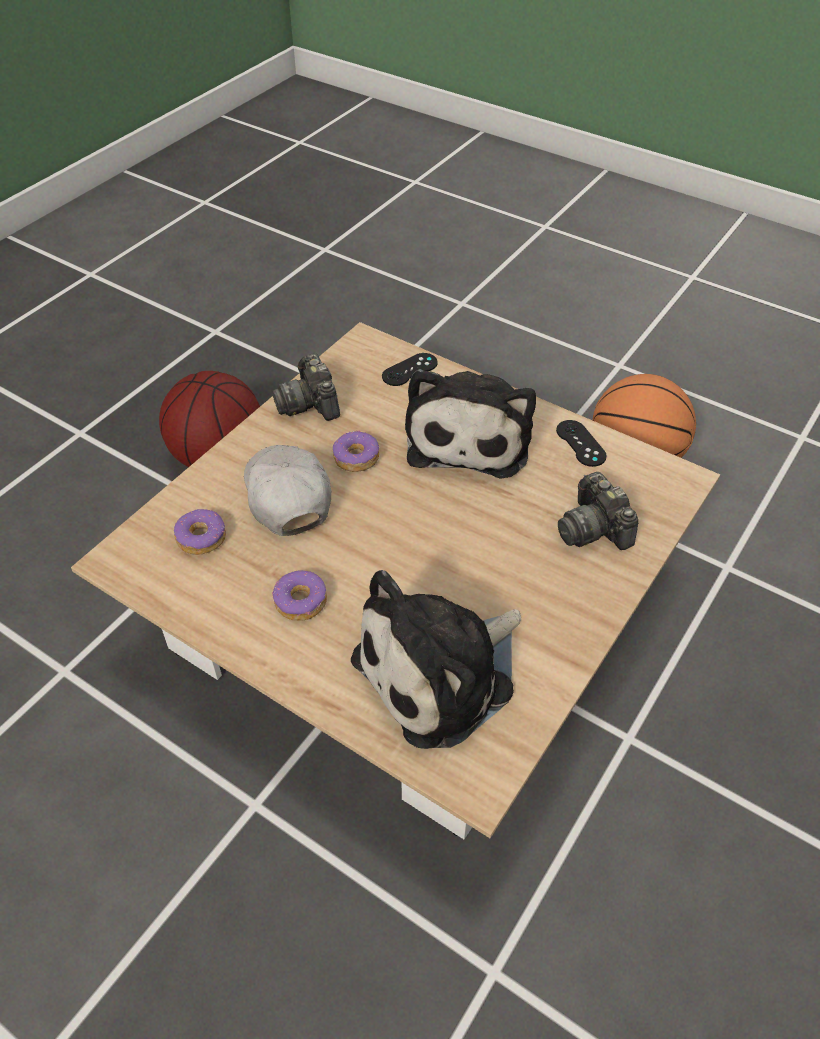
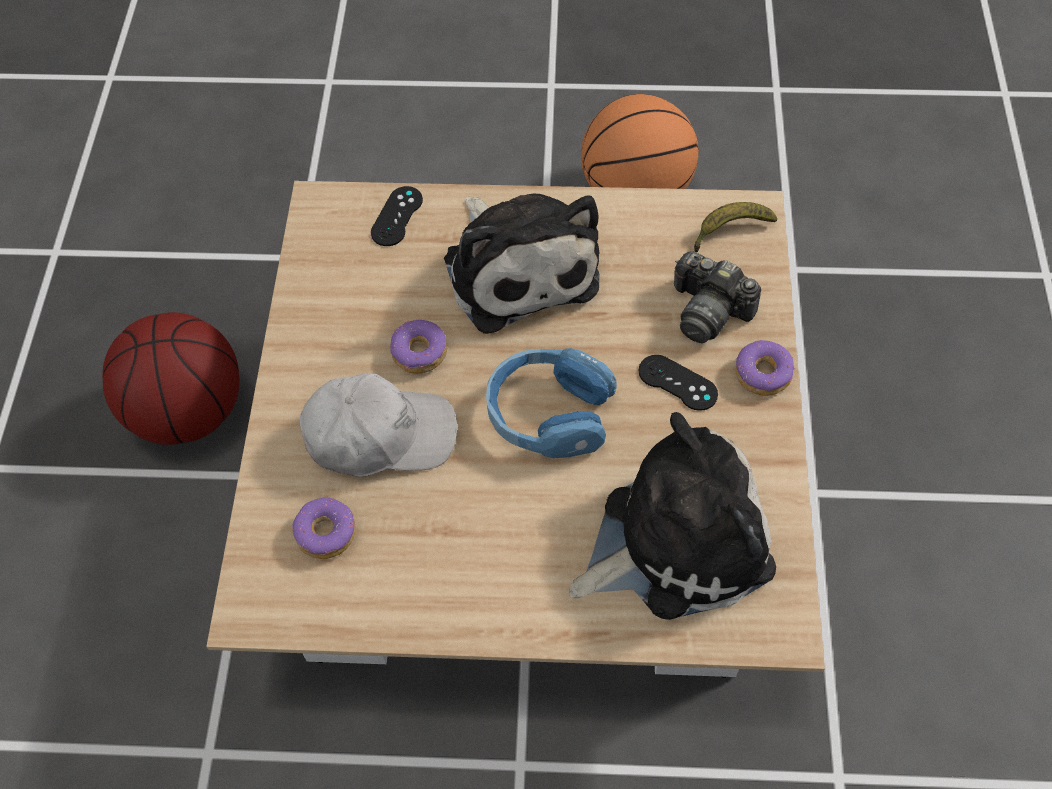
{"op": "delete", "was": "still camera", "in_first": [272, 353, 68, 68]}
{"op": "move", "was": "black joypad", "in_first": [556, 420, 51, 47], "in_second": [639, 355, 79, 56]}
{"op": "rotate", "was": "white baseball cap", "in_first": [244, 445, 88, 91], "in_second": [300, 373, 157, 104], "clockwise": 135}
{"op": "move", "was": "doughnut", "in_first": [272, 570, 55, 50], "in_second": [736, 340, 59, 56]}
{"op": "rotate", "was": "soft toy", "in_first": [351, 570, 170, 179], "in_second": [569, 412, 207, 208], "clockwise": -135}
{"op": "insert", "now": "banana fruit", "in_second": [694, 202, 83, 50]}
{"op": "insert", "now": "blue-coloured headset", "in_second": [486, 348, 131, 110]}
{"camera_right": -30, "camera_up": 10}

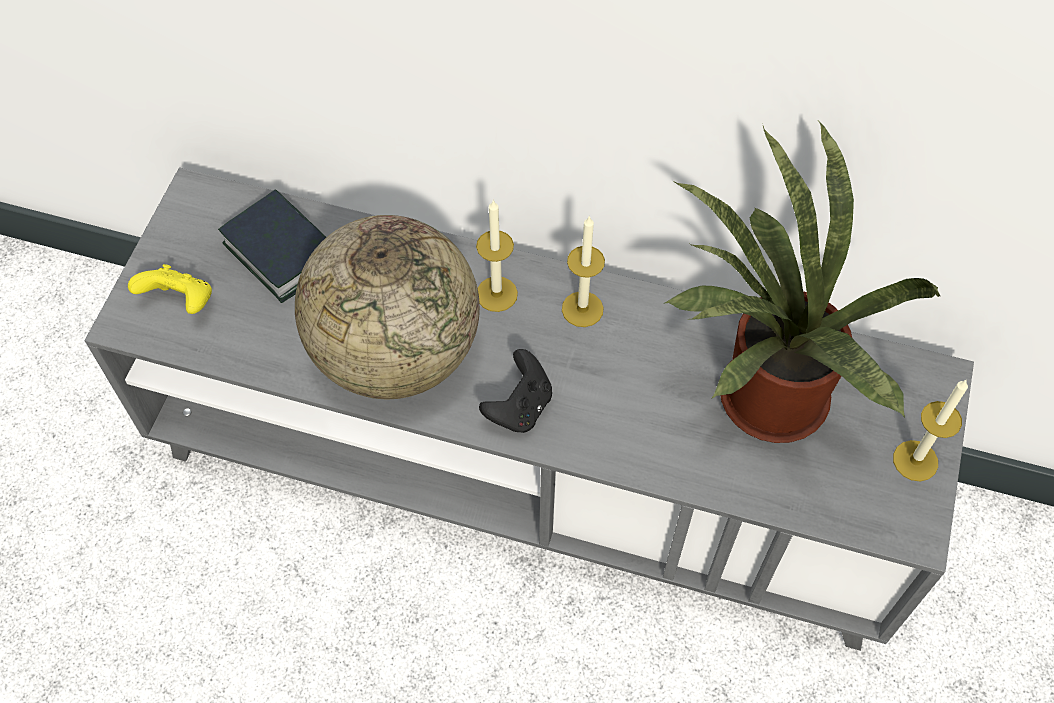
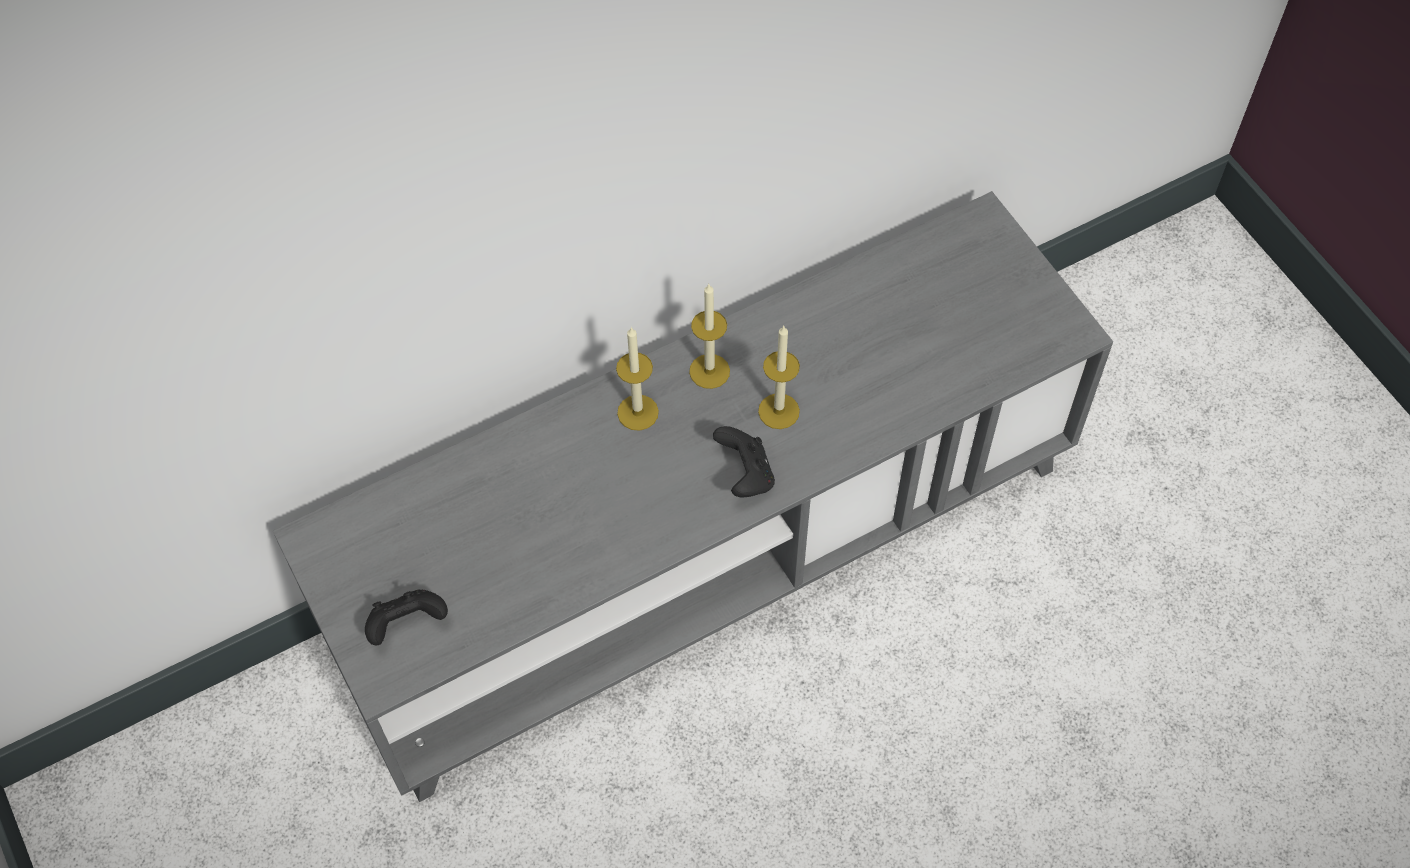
{"op": "delete", "was": "plant in a pot", "in_first": [664, 122, 276, 321]}
{"op": "delete", "was": "book", "in_first": [218, 189, 108, 114]}
{"op": "delete", "was": "globe", "in_first": [295, 215, 185, 184]}
{"op": "recolor", "was": "yellowish joypad", "now": "black joypad", "in_first": [128, 264, 84, 50], "in_second": [365, 590, 83, 55]}
{"op": "move", "was": "wax candle", "in_first": [893, 379, 75, 102], "in_second": [758, 326, 42, 103]}
{"camera_right": -45, "camera_up": 0}

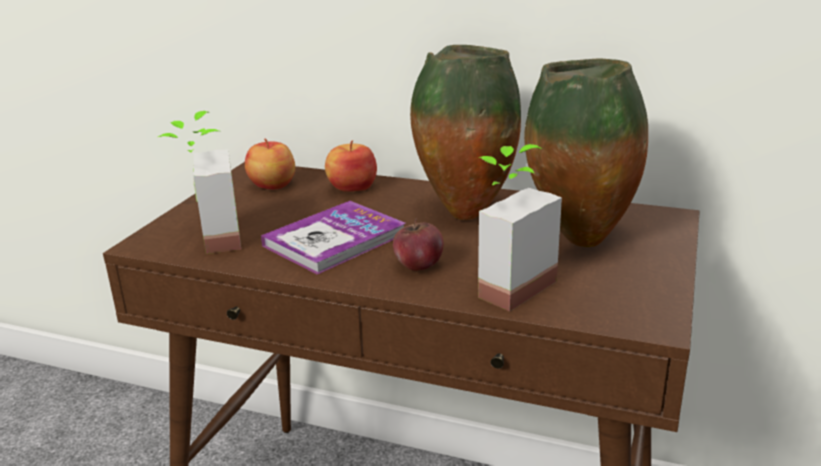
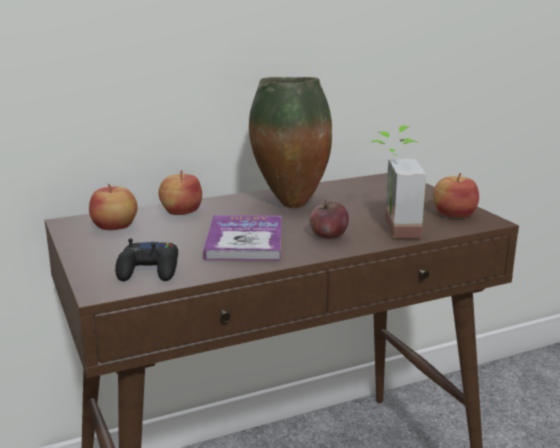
{"op": "delete", "was": "flower vase", "in_first": [524, 59, 124, 188]}
{"op": "replace", "was": "plant in a pot", "now": "black joypad", "in_first": [158, 111, 83, 143], "in_second": [115, 239, 63, 42]}
{"op": "insert", "now": "apple", "in_second": [433, 173, 46, 44]}
{"camera_right": -45, "camera_up": -5}

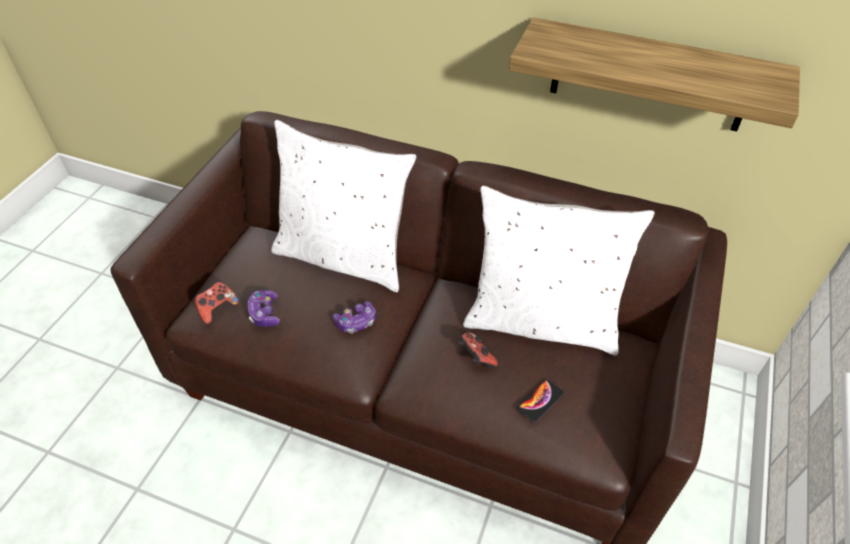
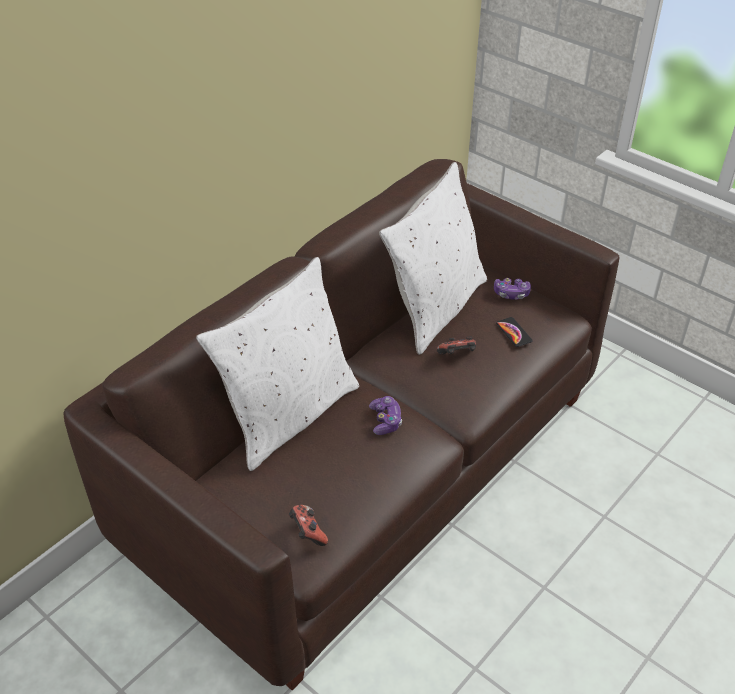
{"op": "delete", "was": "shelf", "in_first": [509, 17, 291, 114]}
{"op": "move", "was": "joypad", "in_first": [248, 290, 32, 37], "in_second": [494, 278, 37, 21]}
{"camera_right": -70, "camera_up": -5}

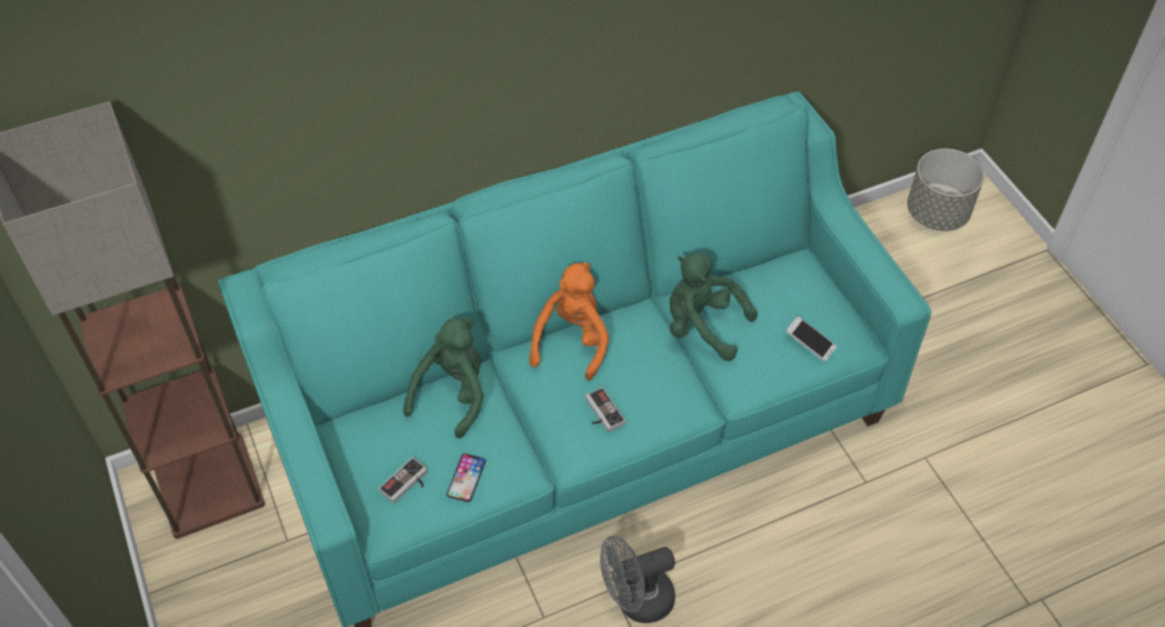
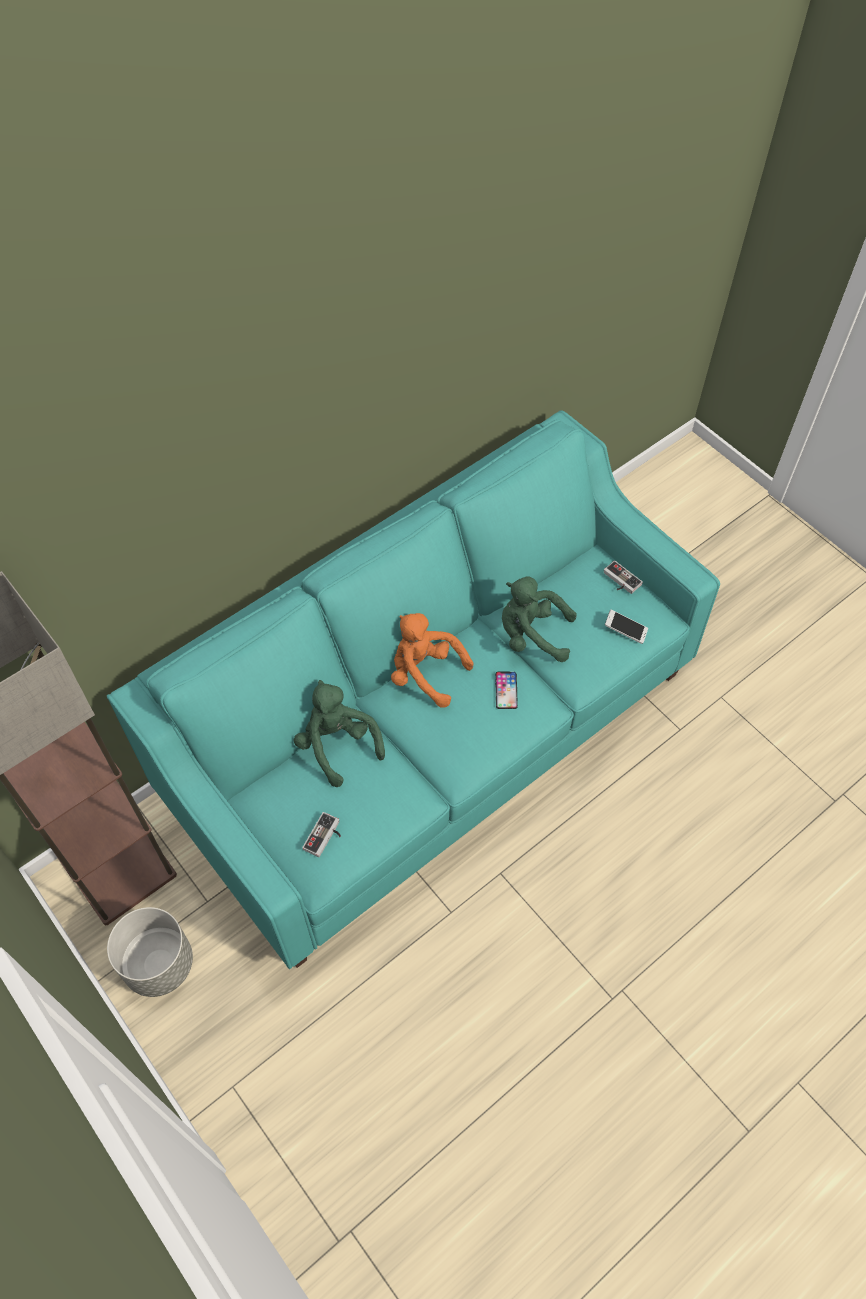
{"op": "move", "was": "gray flower pot", "in_first": [907, 148, 77, 83], "in_second": [107, 907, 86, 90]}
{"op": "rotate", "was": "orangey soft toy", "in_first": [529, 262, 80, 118], "in_second": [391, 613, 82, 95], "clockwise": -60}
{"op": "rotate", "was": "green soft toy", "in_first": [403, 318, 81, 120], "in_second": [294, 680, 91, 107], "clockwise": -45}
{"op": "move", "was": "joypad", "in_first": [585, 387, 41, 45], "in_second": [604, 560, 39, 34]}
{"op": "move", "was": "telephone", "in_first": [446, 453, 40, 49], "in_second": [495, 672, 23, 37]}
{"op": "delete", "was": "gray fan", "in_first": [600, 536, 75, 87]}
{"camera_right": -15, "camera_up": 5}

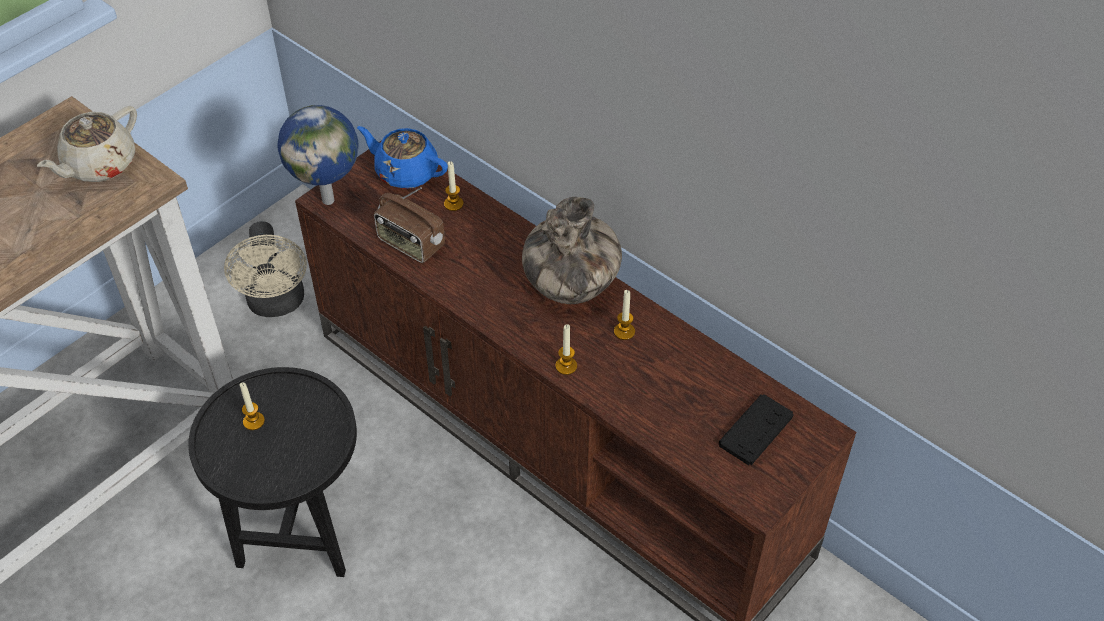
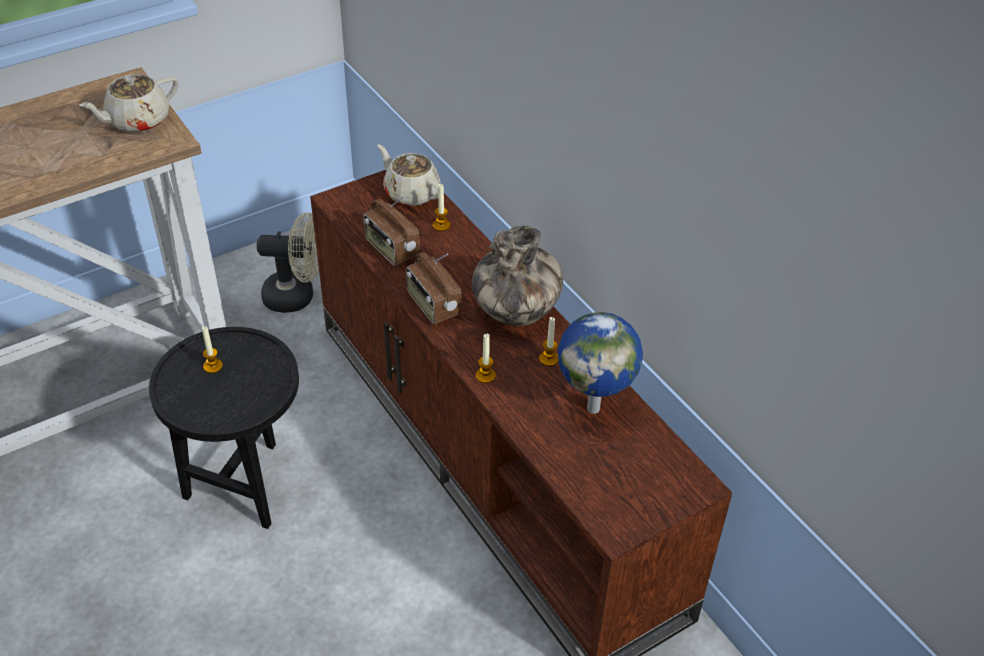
{"op": "move", "was": "globe", "in_first": [277, 105, 81, 100], "in_second": [558, 312, 85, 102]}
{"op": "recolor", "was": "blue-coloured pot for tea", "now": "sand-coloured pot for tea", "in_first": [357, 126, 91, 63], "in_second": [377, 145, 64, 61]}
{"op": "rotate", "was": "sand-coloured fan", "in_first": [224, 221, 83, 96], "in_second": [257, 212, 62, 101], "clockwise": -90}
{"op": "delete", "was": "black joypad", "in_first": [719, 394, 75, 71]}
{"op": "insert", "now": "radio receiver", "in_second": [406, 252, 56, 72]}
{"camera_right": 15, "camera_up": -5}

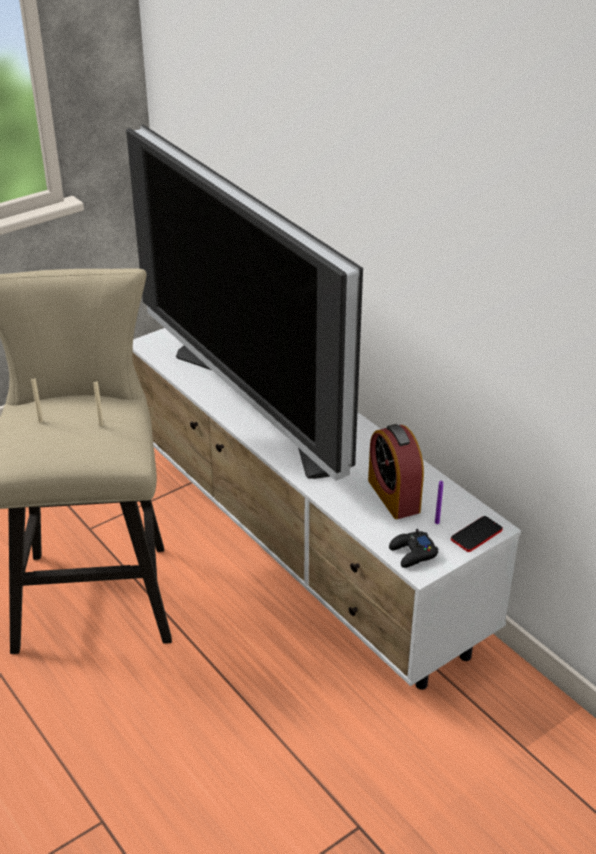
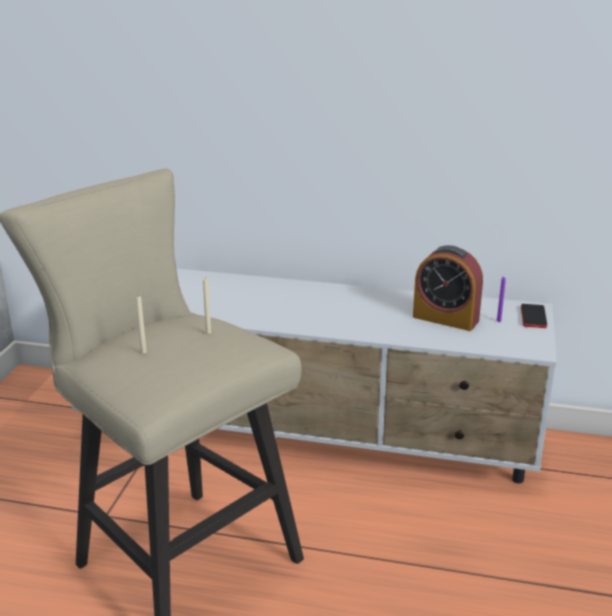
{"op": "delete", "was": "television", "in_first": [126, 125, 237, 356]}
{"op": "delete", "was": "black joypad", "in_first": [389, 529, 49, 39]}
{"camera_right": -40, "camera_up": -10}

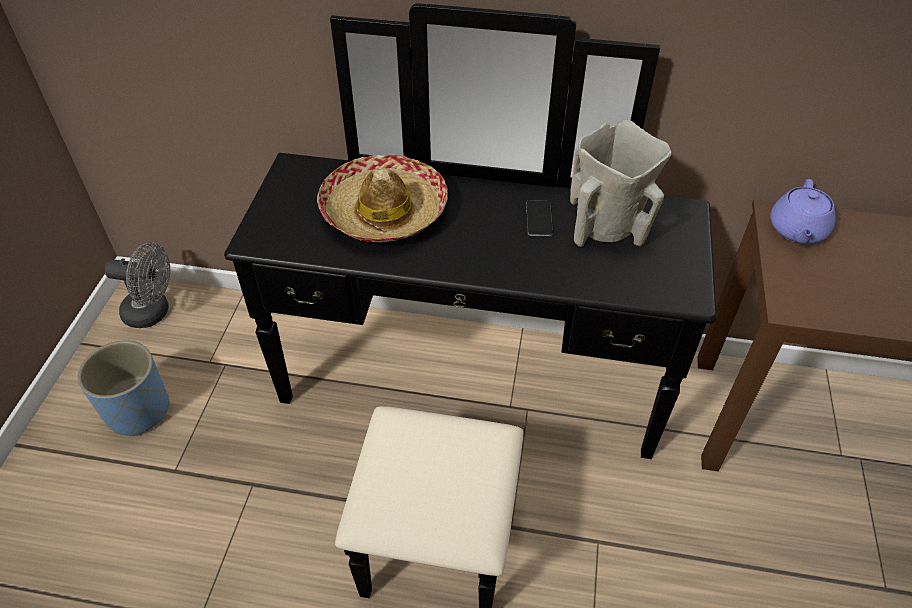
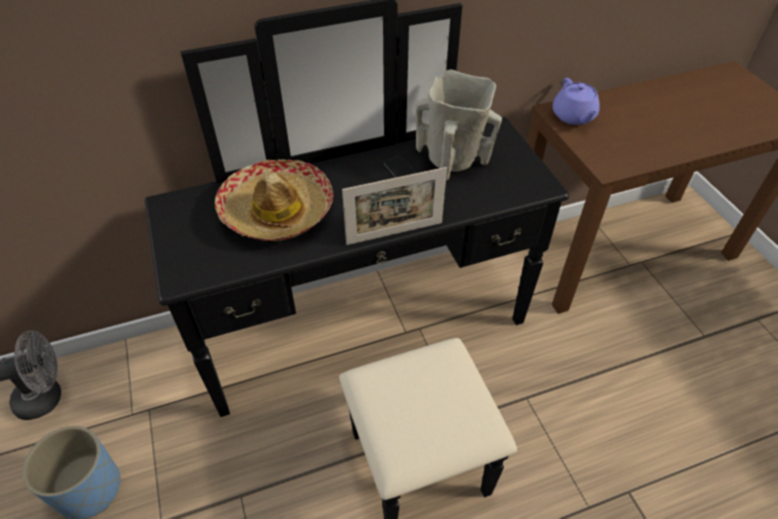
{"op": "insert", "now": "picture frame", "in_second": [342, 167, 105, 78]}
{"camera_right": -30, "camera_up": 0}

